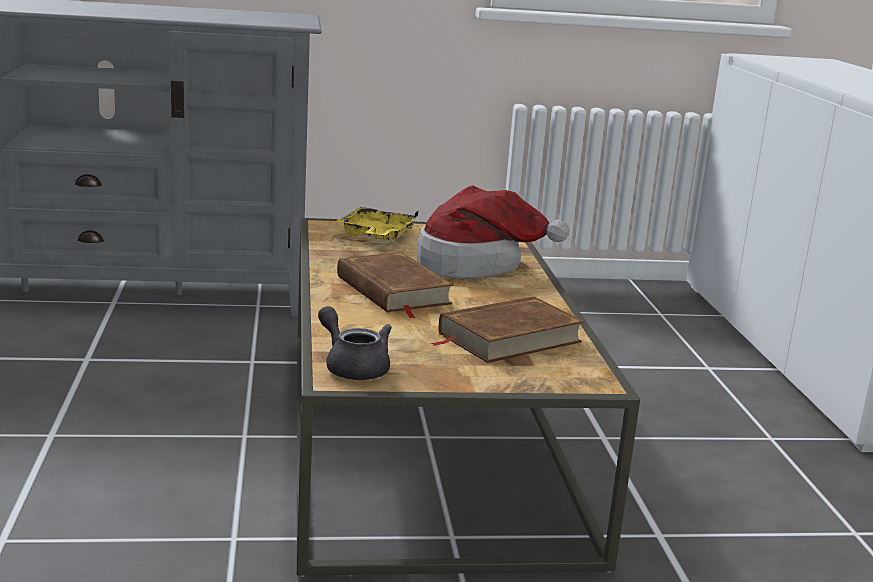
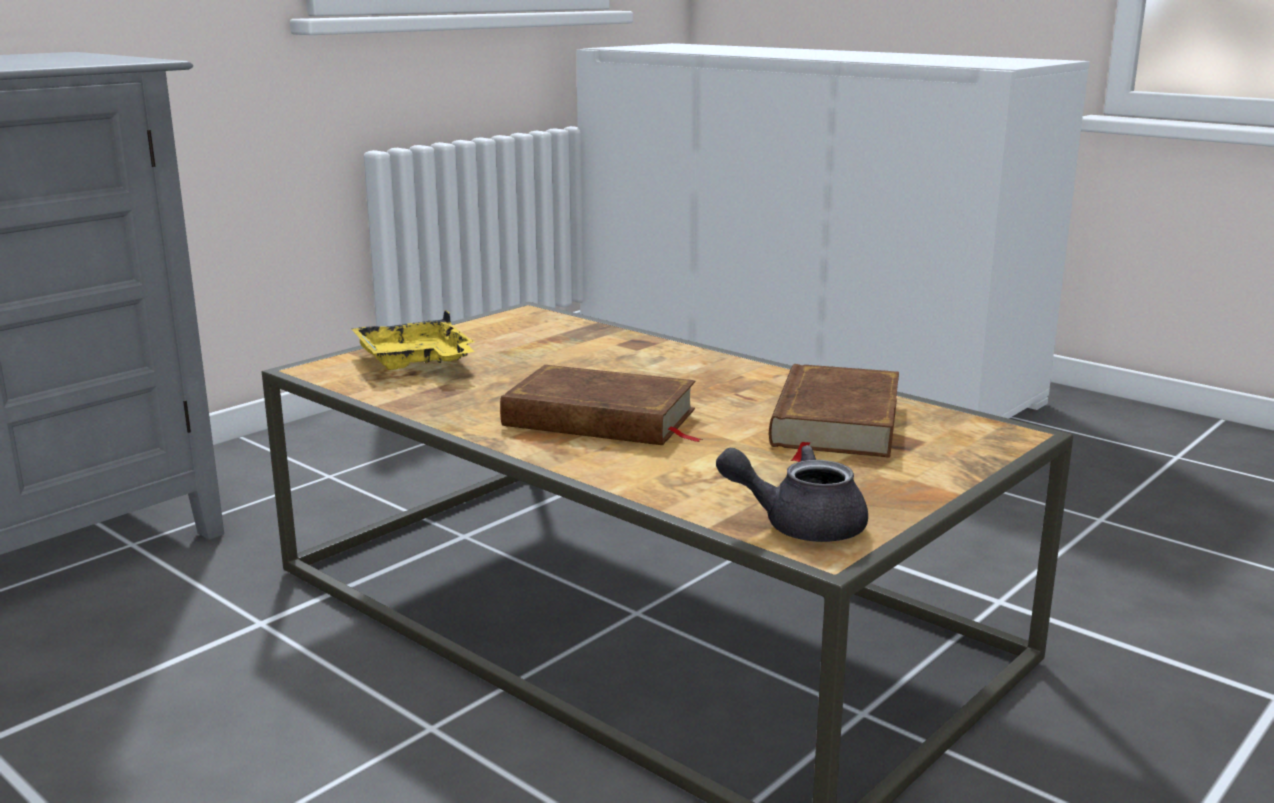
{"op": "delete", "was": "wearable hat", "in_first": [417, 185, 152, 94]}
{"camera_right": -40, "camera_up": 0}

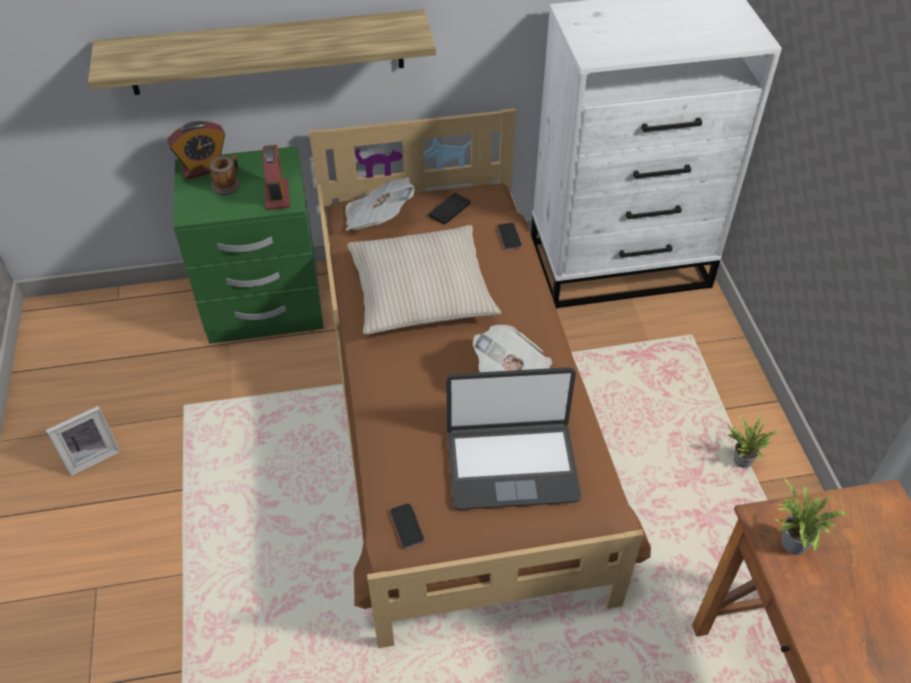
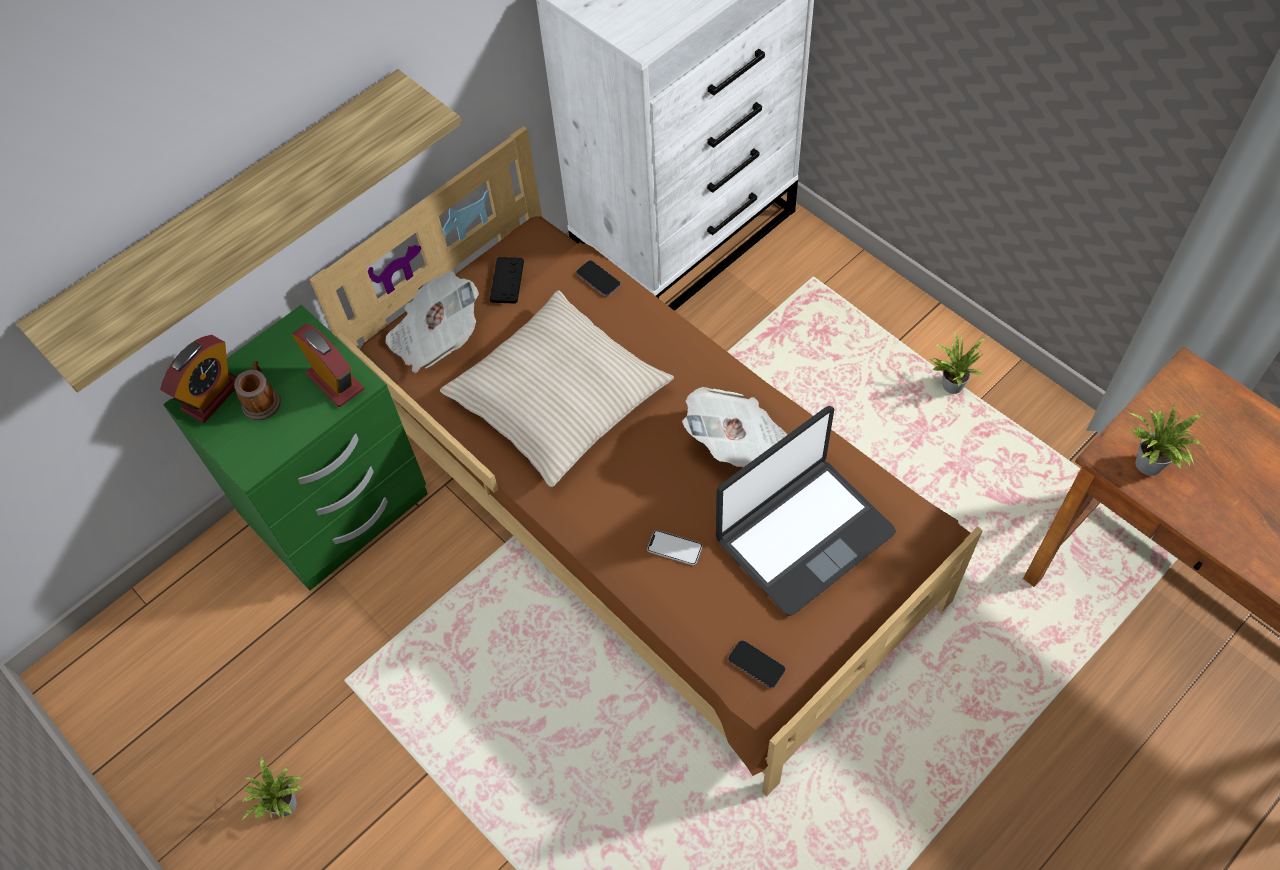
{"op": "replace", "was": "picture frame", "now": "plant in a pot", "in_first": [46, 406, 74, 70], "in_second": [241, 755, 63, 67]}
{"op": "insert", "now": "telephone", "in_second": [647, 530, 56, 35]}
{"camera_right": -30, "camera_up": 10}

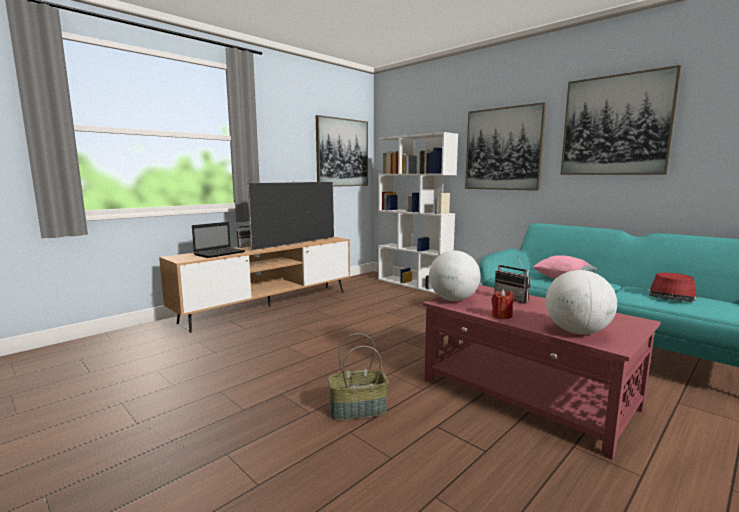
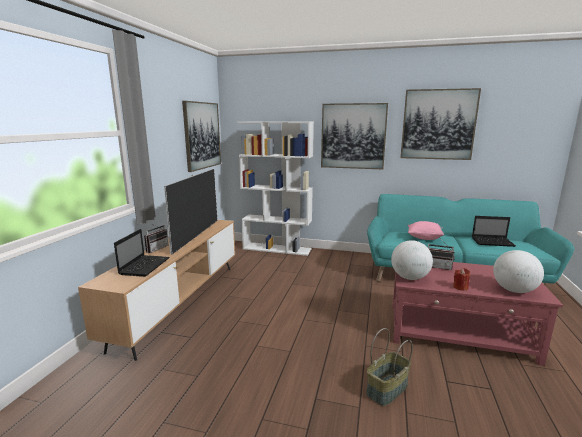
{"op": "replace", "was": "red wearable hat", "now": "notebook computer", "in_first": [649, 273, 48, 29], "in_second": [472, 216, 44, 31]}
{"camera_right": -30, "camera_up": 5}

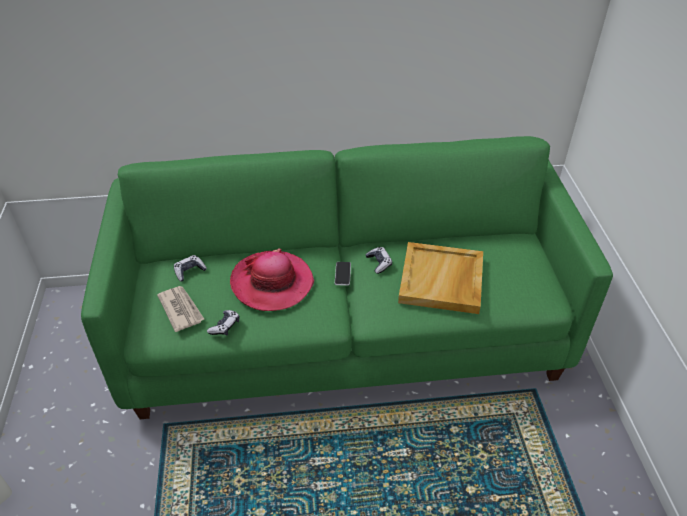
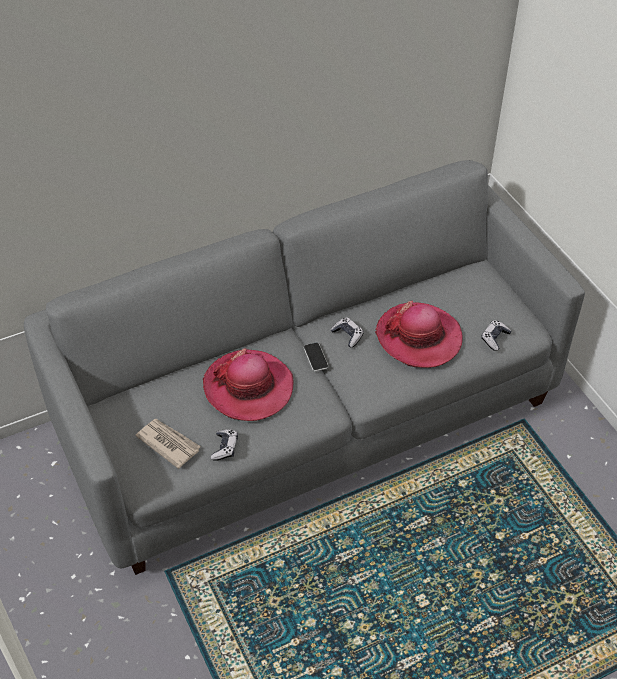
{"op": "recolor", "was": "green couch", "now": "gray couch", "in_first": [81, 136, 532, 283], "in_second": [24, 160, 561, 415]}
{"op": "replace", "was": "sand-coloured tray", "now": "wearable hat", "in_first": [398, 242, 85, 72], "in_second": [375, 301, 87, 67]}
{"op": "move", "was": "joypad", "in_first": [174, 255, 33, 26], "in_second": [481, 320, 30, 31]}
{"camera_right": -20, "camera_up": 5}

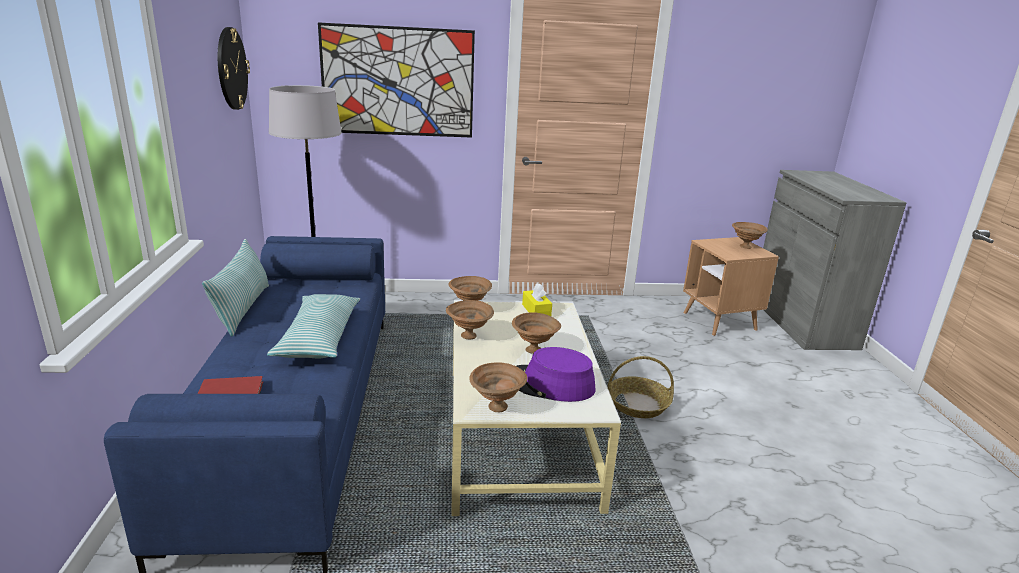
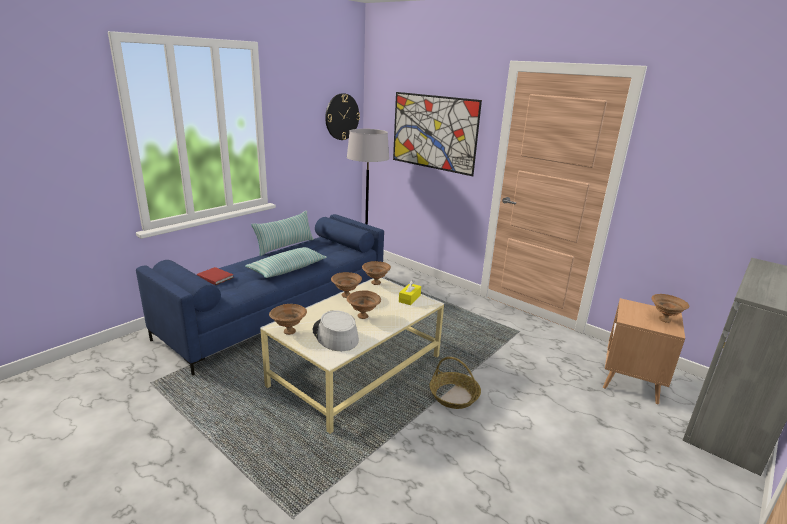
{"op": "recolor", "was": "purple-coloured wearable hat", "now": "gray wearable hat", "in_first": [516, 347, 79, 55], "in_second": [313, 310, 46, 41]}
{"camera_right": 45, "camera_up": 0}

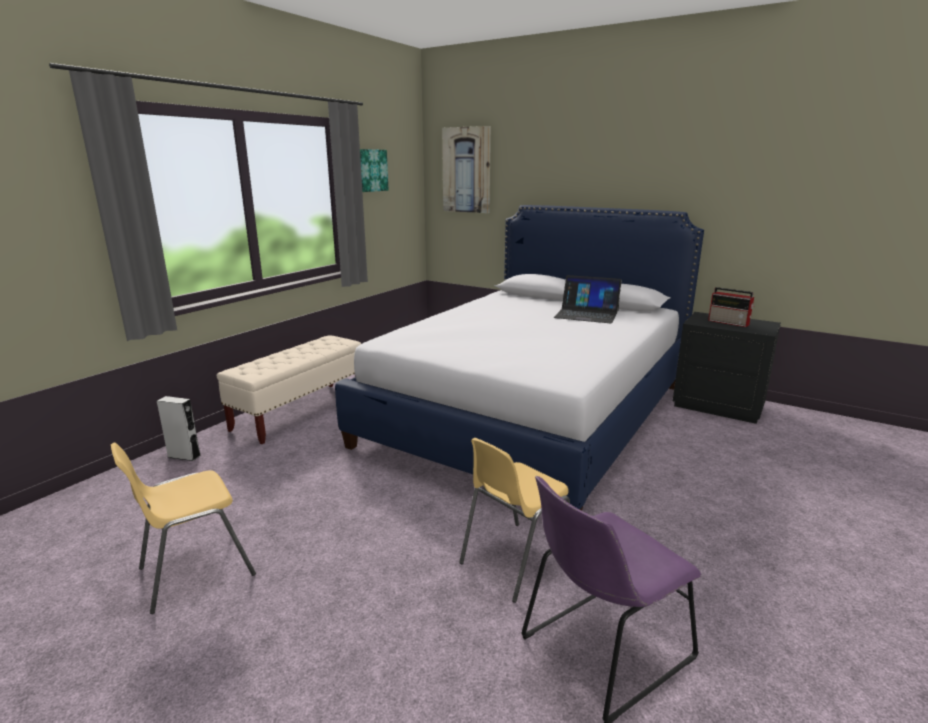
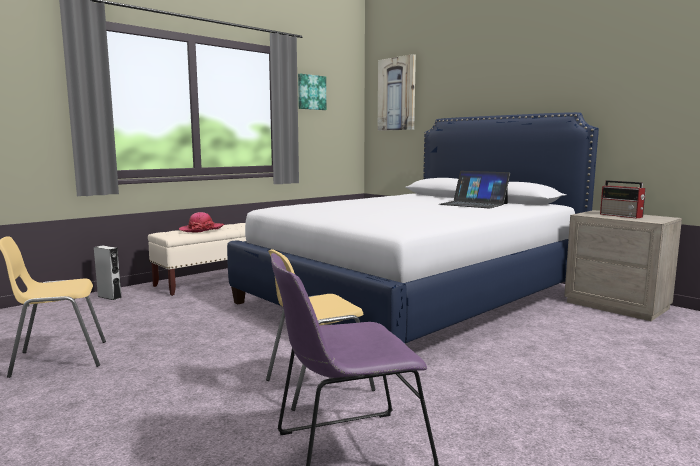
{"op": "recolor", "was": "black night table", "now": "sand-coloured night table", "in_first": [673, 312, 108, 112], "in_second": [564, 210, 118, 111]}
{"op": "insert", "now": "wearable hat", "in_second": [179, 212, 45, 21]}
{"camera_right": 15, "camera_up": -10}

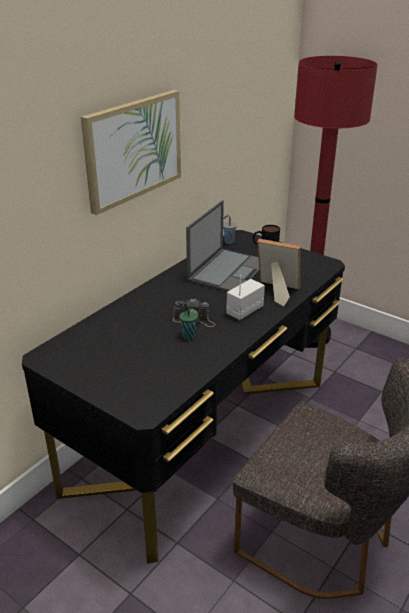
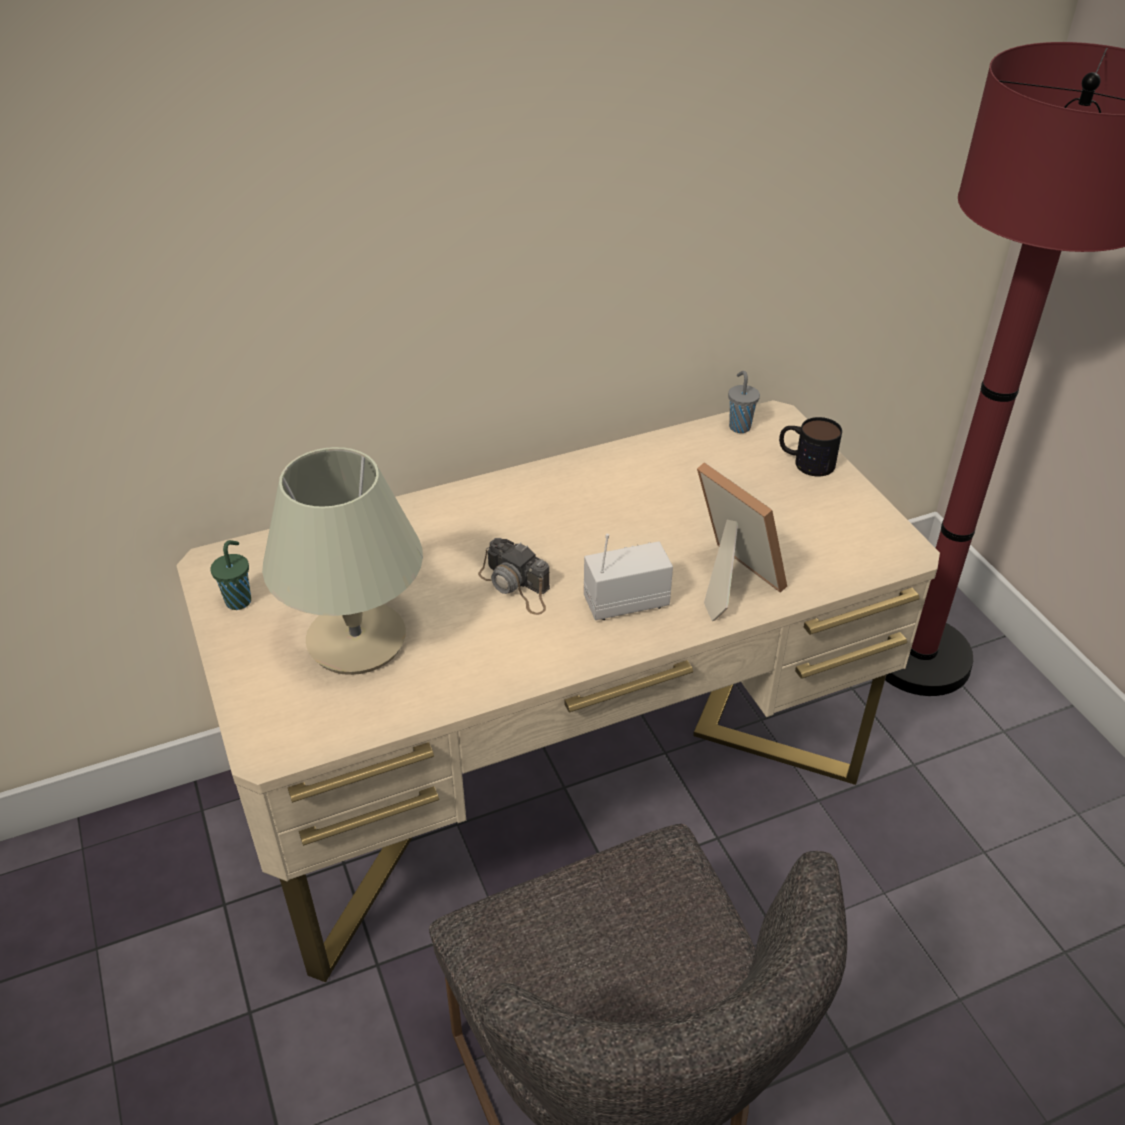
{"op": "delete", "was": "wall picture", "in_first": [81, 90, 100, 125]}
{"op": "delete", "was": "notebook computer", "in_first": [186, 200, 74, 92]}
{"op": "recolor", "was": "black desk table", "now": "sand-coloured desk table", "in_first": [22, 230, 323, 333], "in_second": [176, 400, 764, 582]}
{"op": "move", "was": "green small cup", "in_first": [179, 303, 19, 36], "in_second": [210, 540, 41, 70]}
{"op": "insert", "now": "sand-coloured table lamp", "in_second": [262, 447, 161, 228]}
{"camera_right": 30, "camera_up": 10}

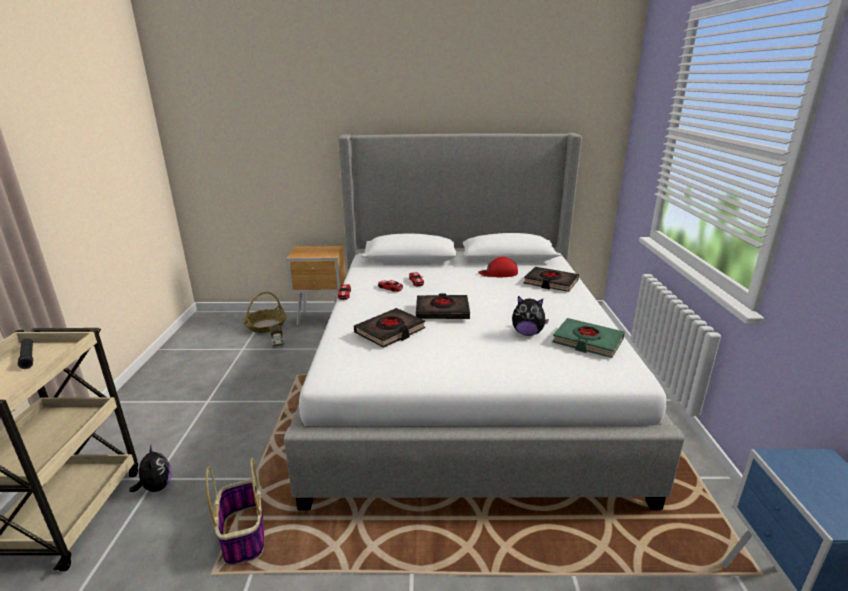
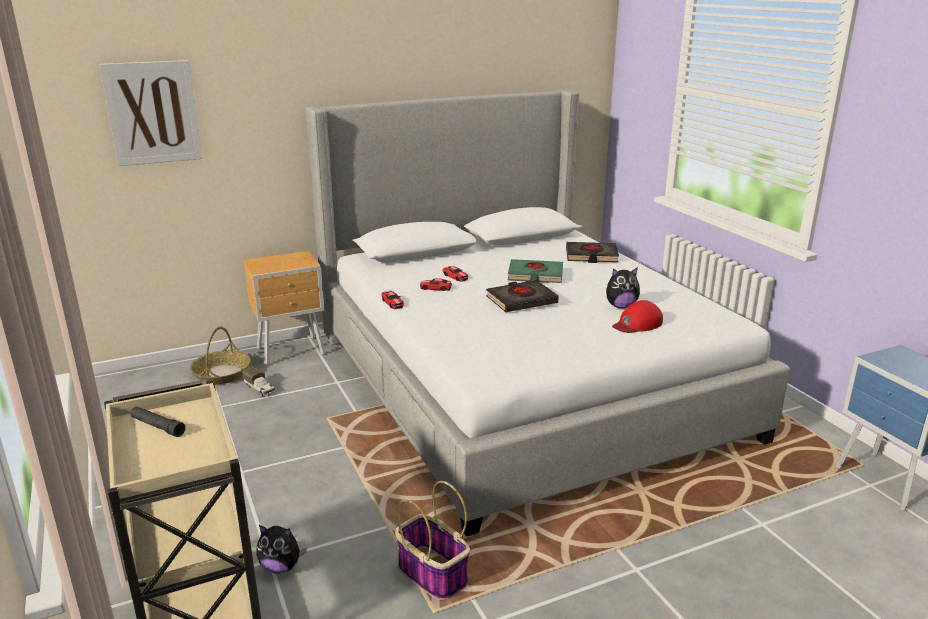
{"op": "move", "was": "red baseball cap", "in_first": [478, 257, 40, 20], "in_second": [612, 300, 51, 33]}
{"op": "delete", "was": "black book", "in_first": [354, 308, 72, 40]}
{"op": "move", "was": "green book", "in_first": [552, 318, 73, 40], "in_second": [508, 259, 55, 24]}
{"op": "rotate", "was": "soft toy", "in_first": [129, 445, 43, 47], "in_second": [256, 525, 51, 48], "clockwise": 150}
{"op": "insert", "now": "wall picture", "in_second": [100, 60, 102, 106]}
{"camera_right": -25, "camera_up": 0}

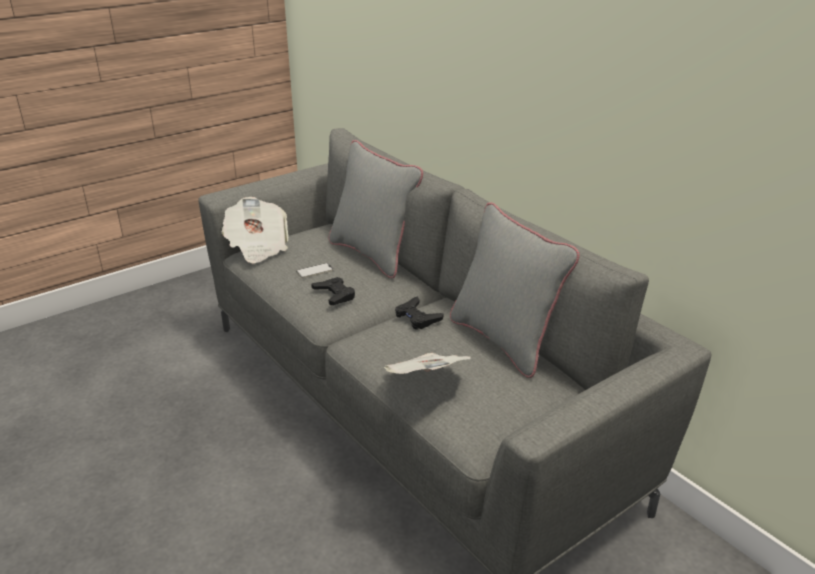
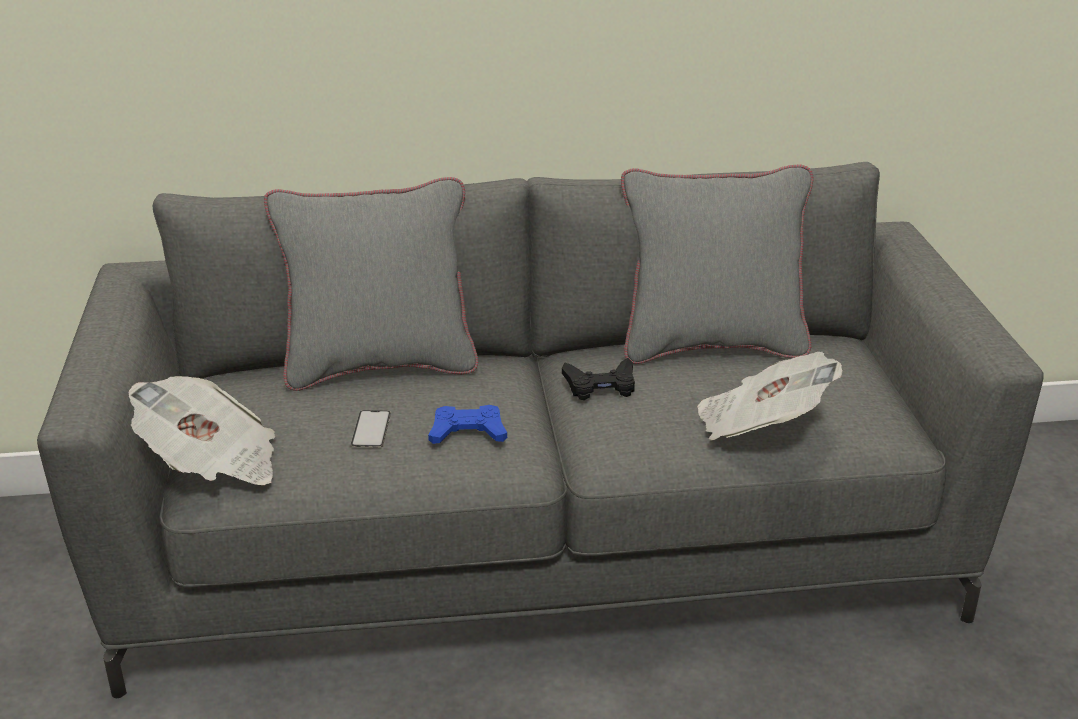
{"op": "recolor", "was": "black joypad", "now": "blue-coloured joypad", "in_first": [311, 277, 44, 28], "in_second": [428, 405, 79, 39]}
{"camera_right": -60, "camera_up": 0}

